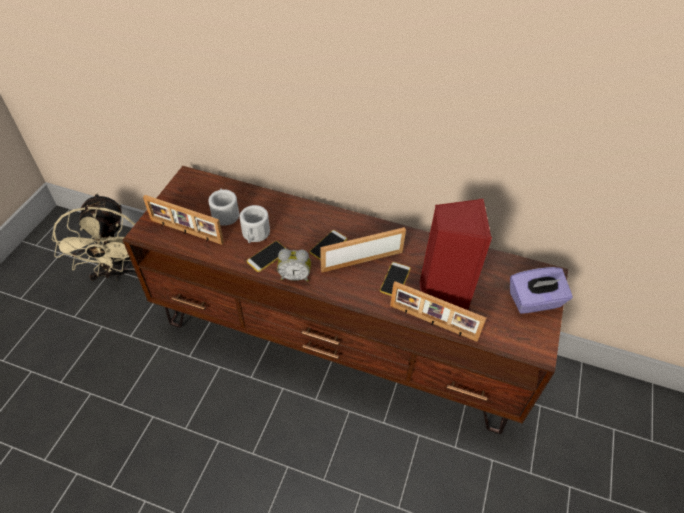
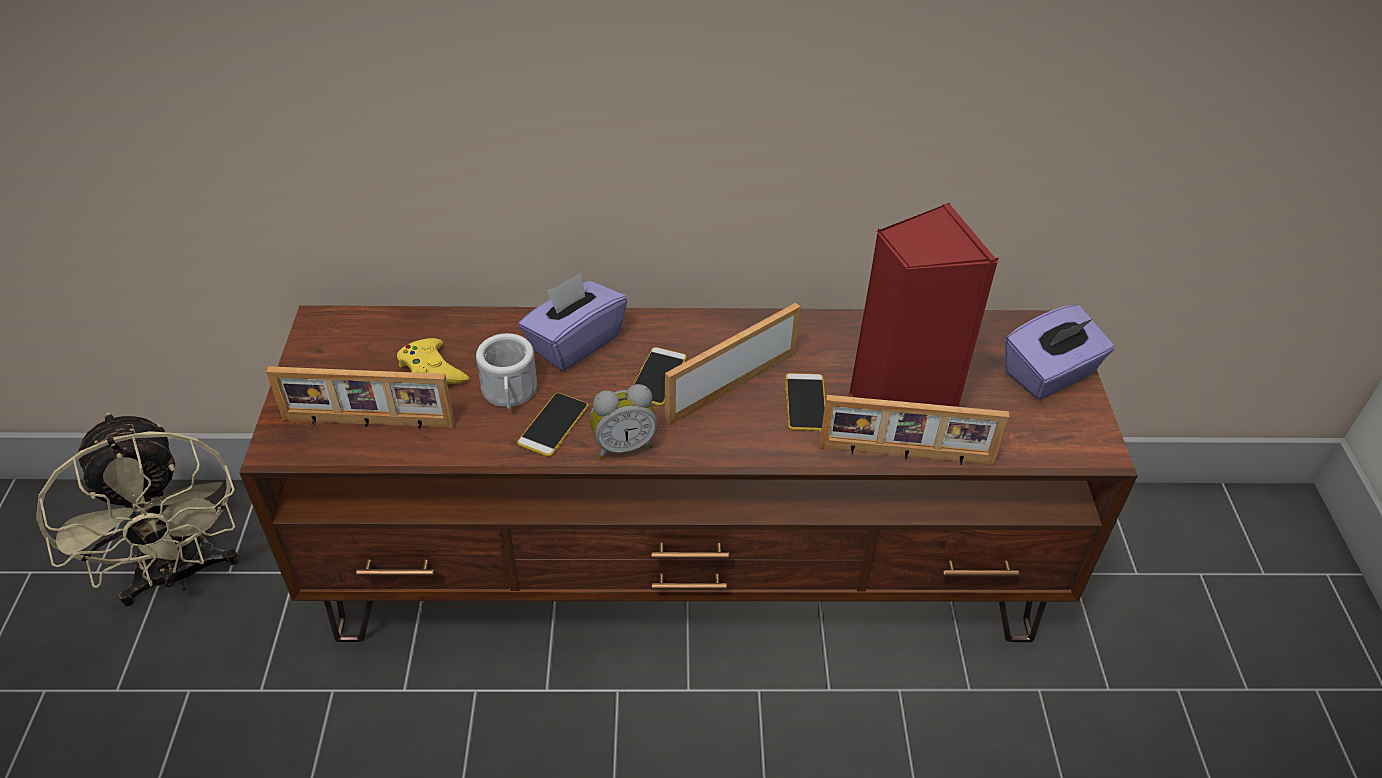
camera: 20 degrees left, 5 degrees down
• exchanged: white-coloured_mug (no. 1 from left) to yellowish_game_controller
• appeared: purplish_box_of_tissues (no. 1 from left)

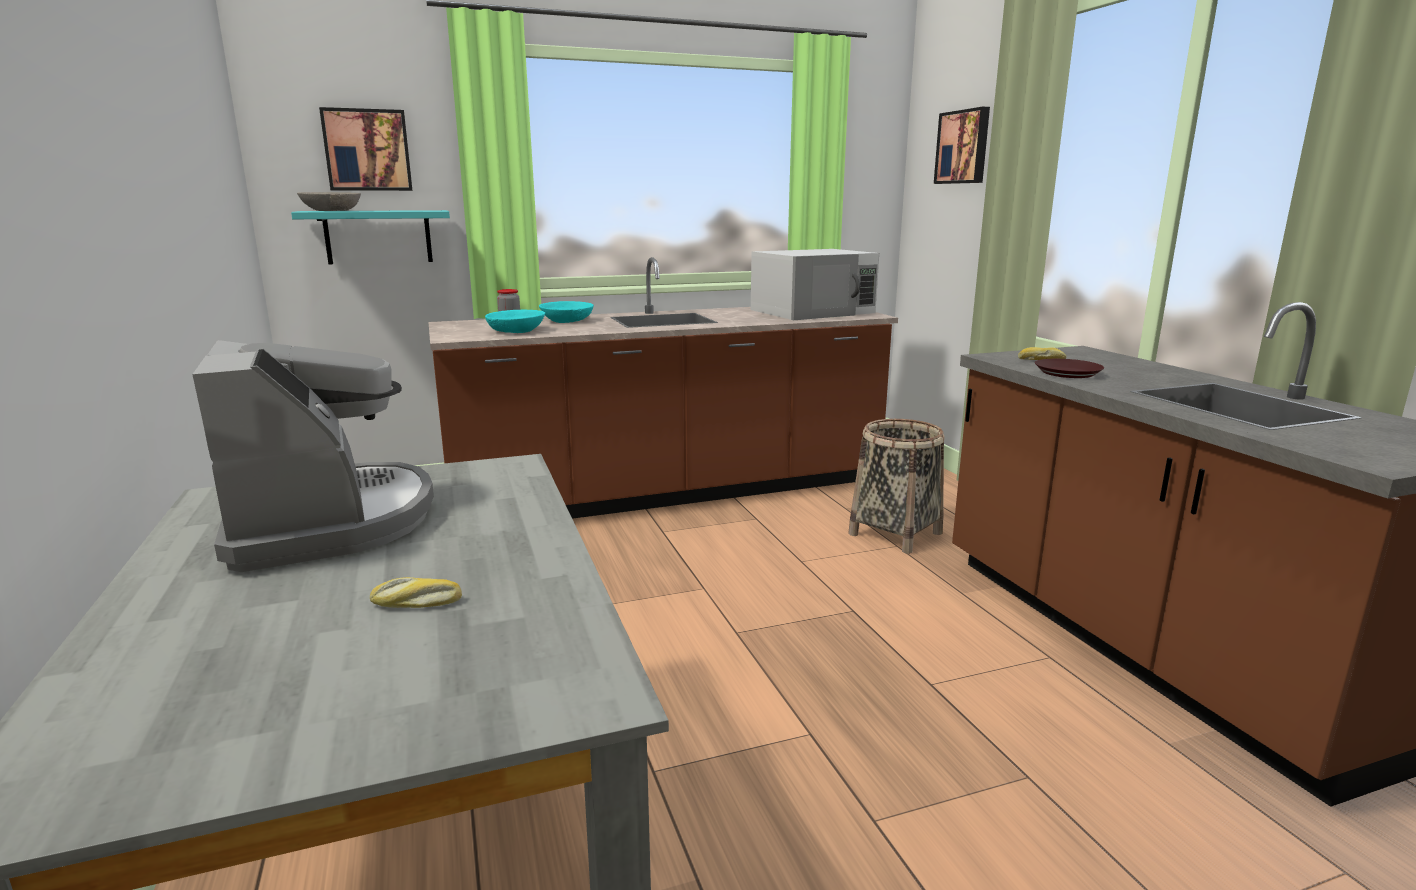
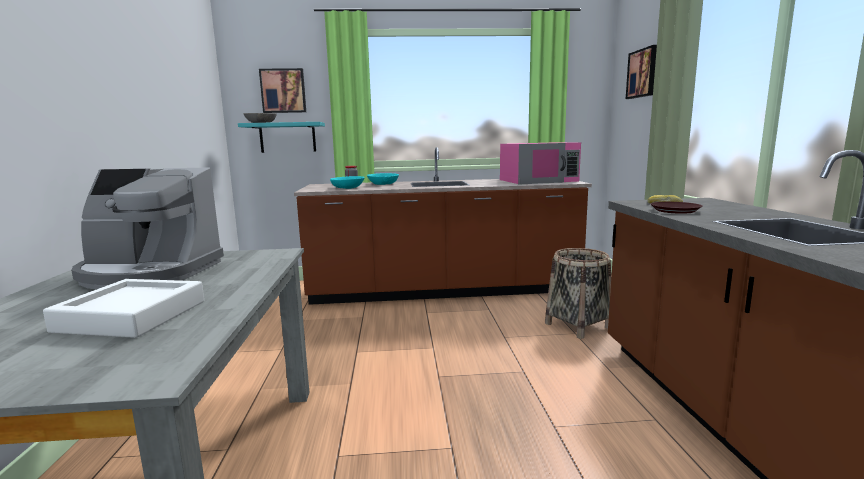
camera: 15 degrees right, 5 degrees down
• spun: coffee_brewer 105 degrees clockwise
• exchanged: baked_bread (no. 1 from left) to white-coloured_tray
• colour: white-coloured_microwave to pink_microwave

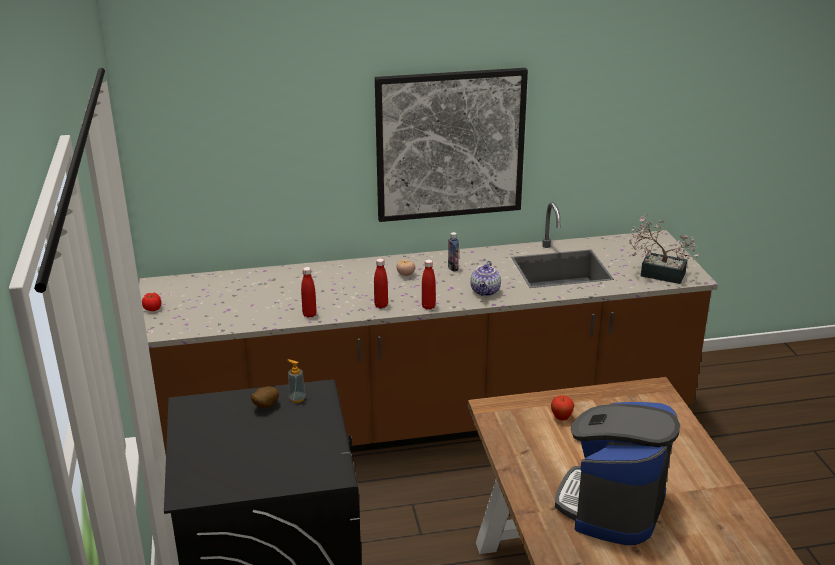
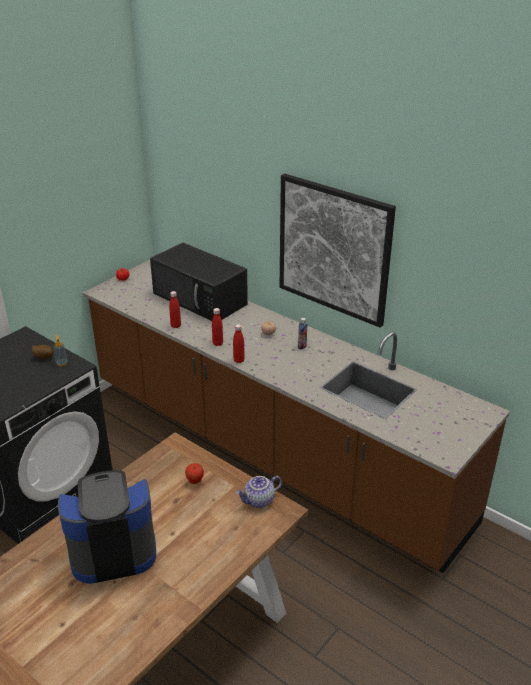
camera: 50 degrees right, 5 degrees up
• relocated: tea_pot
• missing: plant_in_a_pot
• appeared: black-coloured_microwave

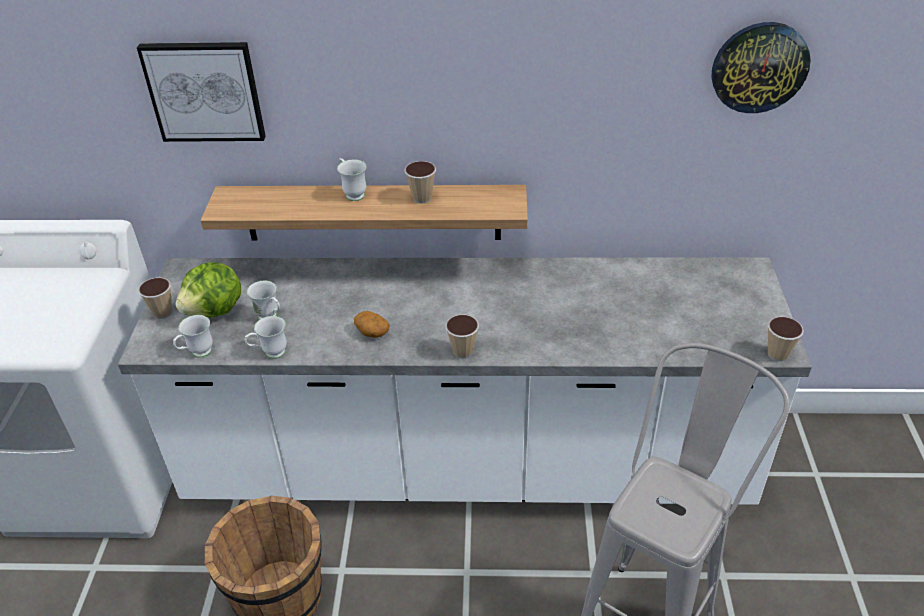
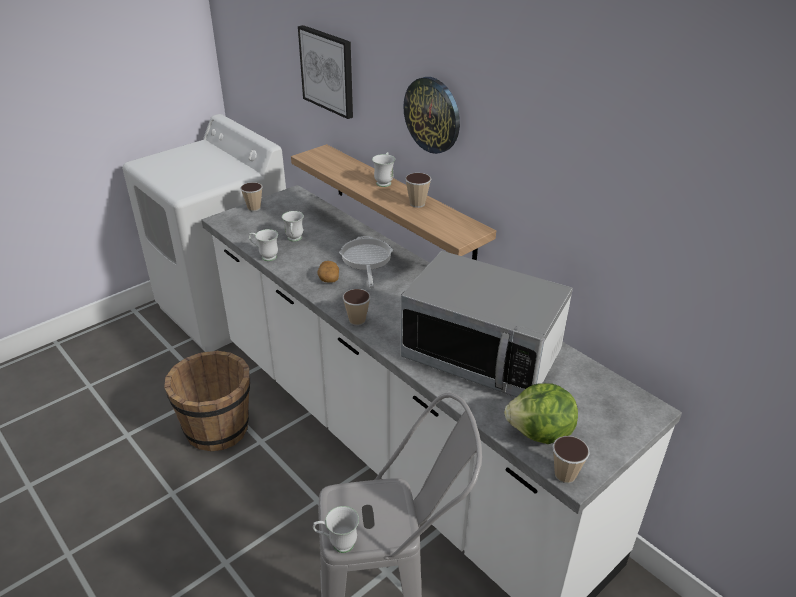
camera: 45 degrees right, 5 degrees down
• relocated: white-coloured_mug (no. 1 from left in the first image) to white-coloured_mug (no. 3 from left)
• relocated: lettuce_head
• relocated: clock_on_the_wall
• appeared: frying_pan
• appeared: microwave

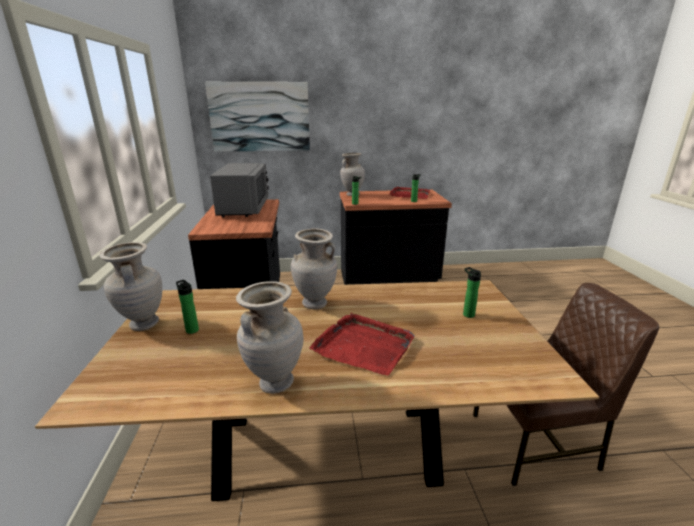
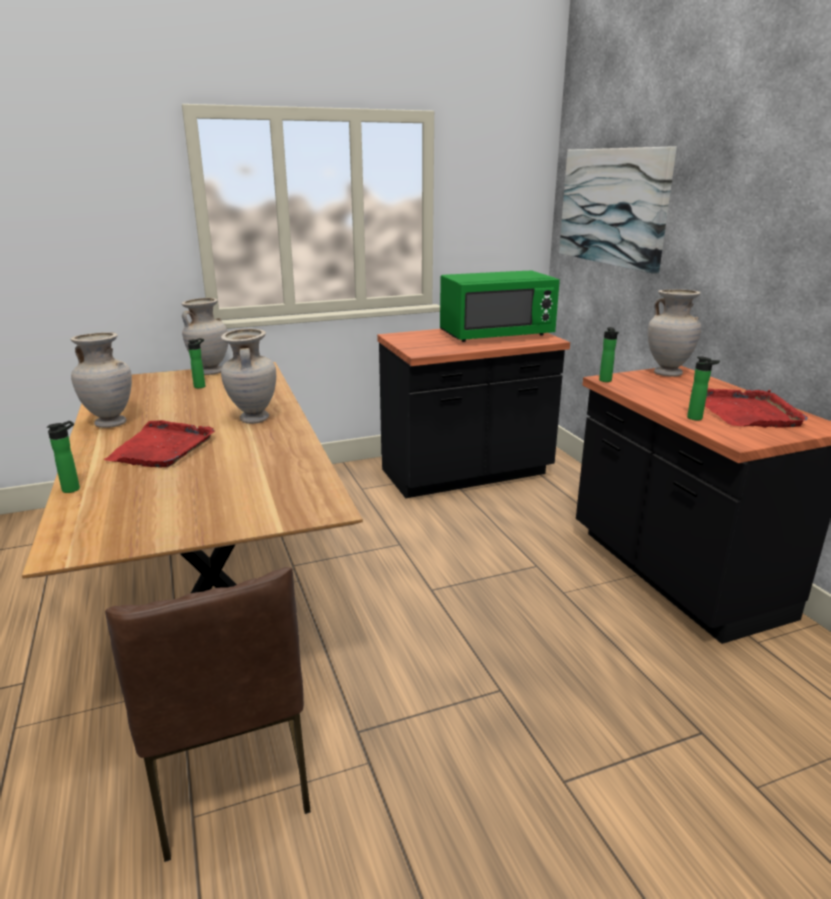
camera: 75 degrees right, 0 degrees up
• colour: greyish_microwave to greenish_microwave
• relocated: bottle (no. 4 from left in the first image) to bottle (no. 1 from left)

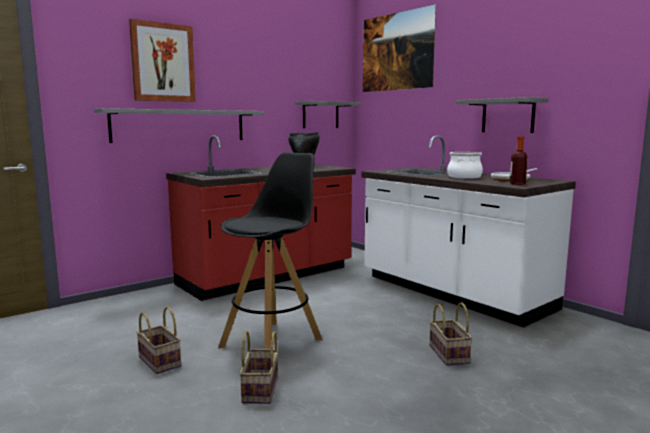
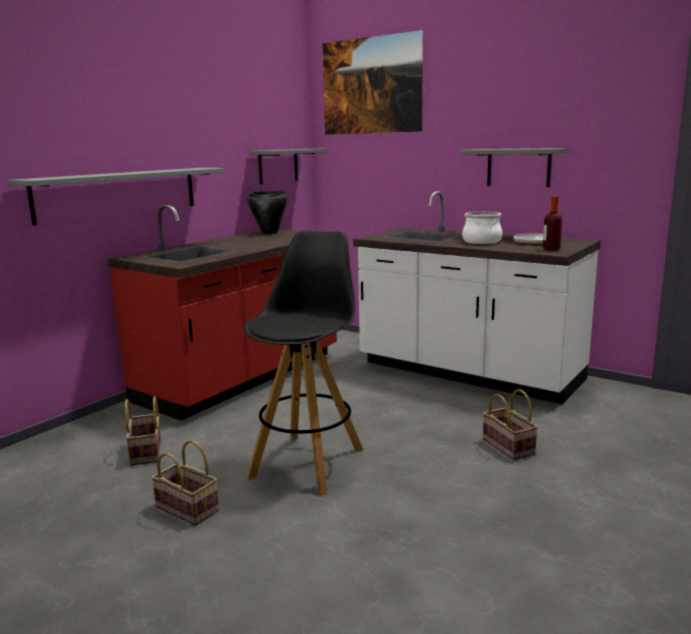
camera: 15 degrees left, 5 degrees up
• missing: wall_picture (no. 1 from left)
• relocated: storage_basket (no. 2 from left in the first image) to storage_basket (no. 1 from left)

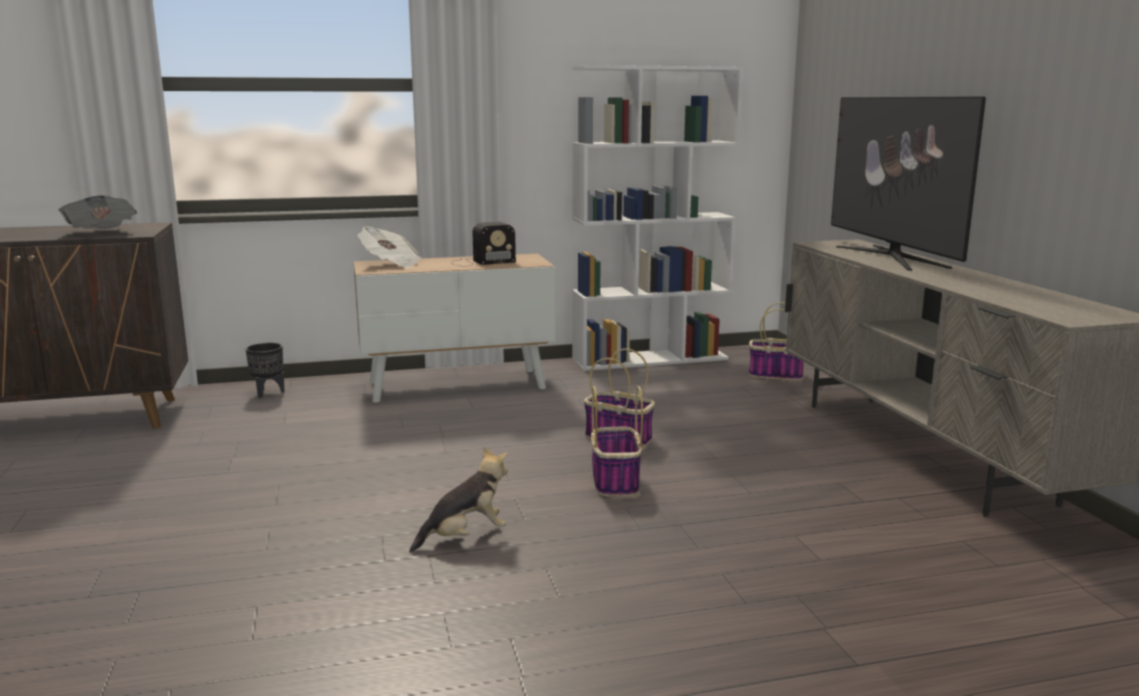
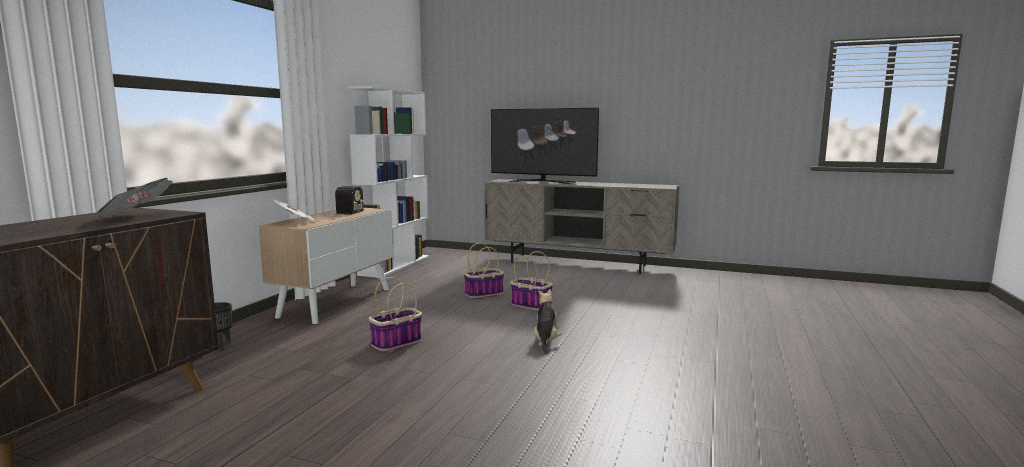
camera: 55 degrees left, 5 degrees down
• relocated: storage_basket (no. 3 from left in the first image) to storage_basket (no. 1 from left)

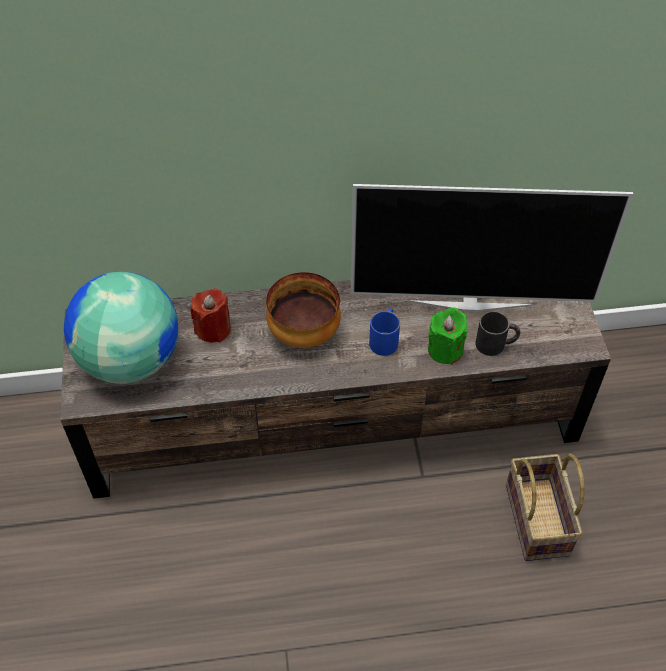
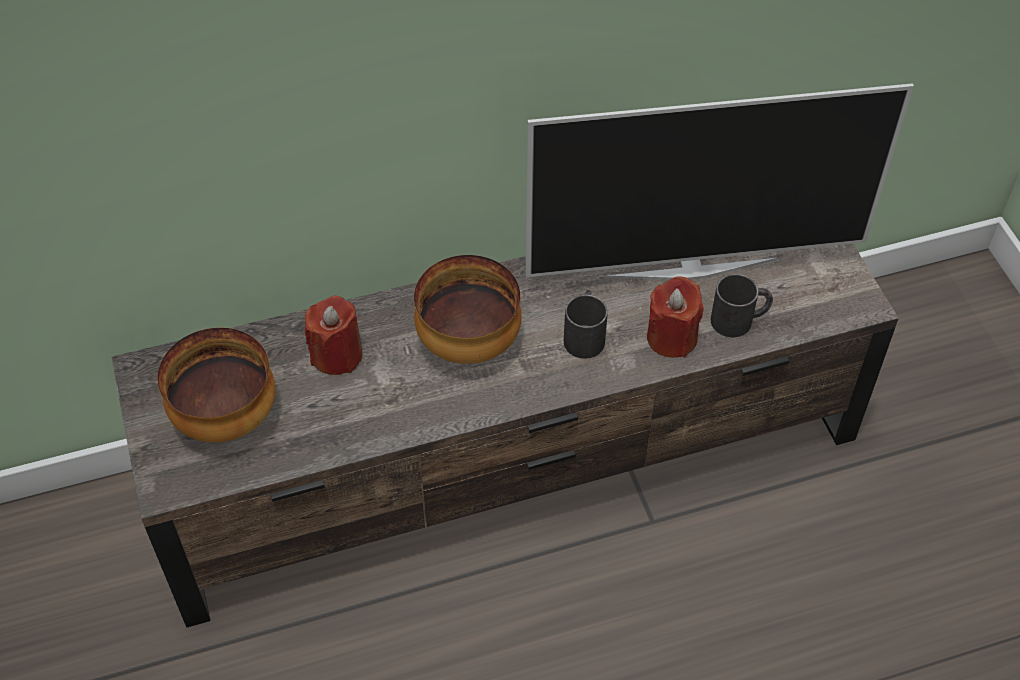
camera: 10 degrees left, 0 degrees up
• exchanged: globe to serving_bowl (no. 1 from left)
• colour: blue-coloured_mug to black-coloured_mug (no. 1 from left)
• colour: greenish_candle to reddish_candle (no. 2 from left)
• missing: storage_basket

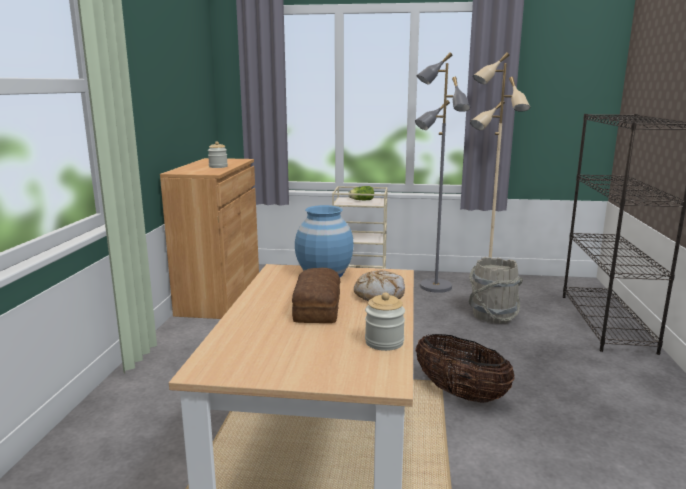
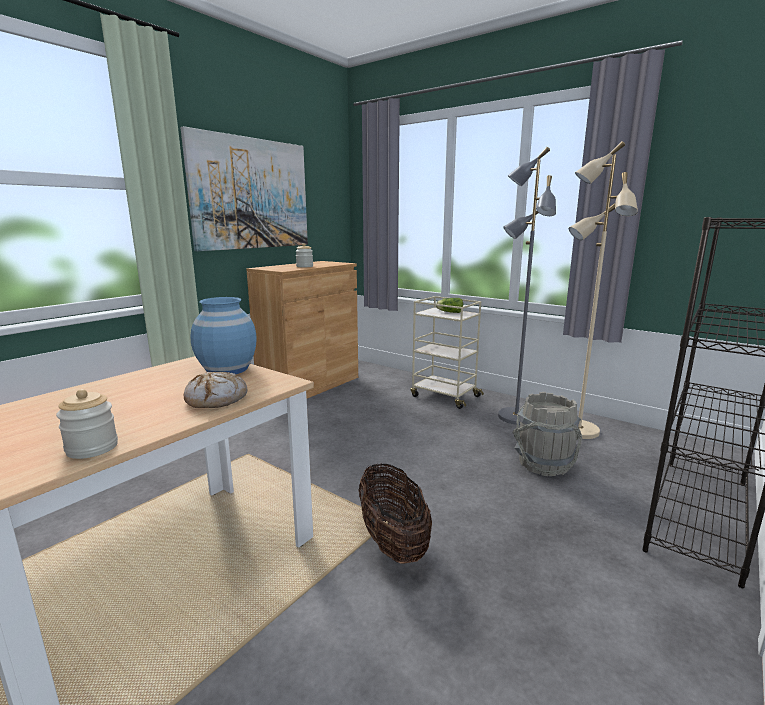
camera: 30 degrees right, 0 degrees up
• missing: baked_bread (no. 1 from left)
• appeared: wall_picture

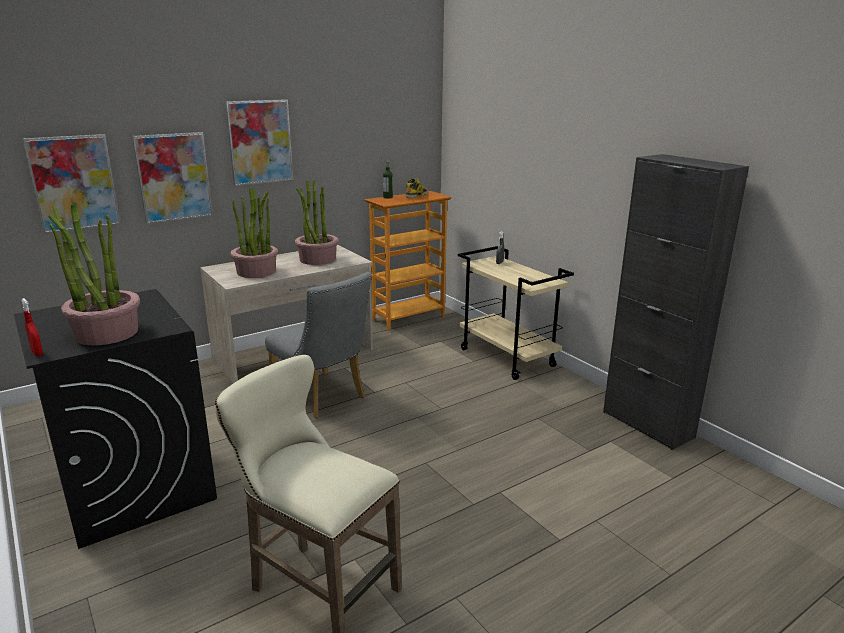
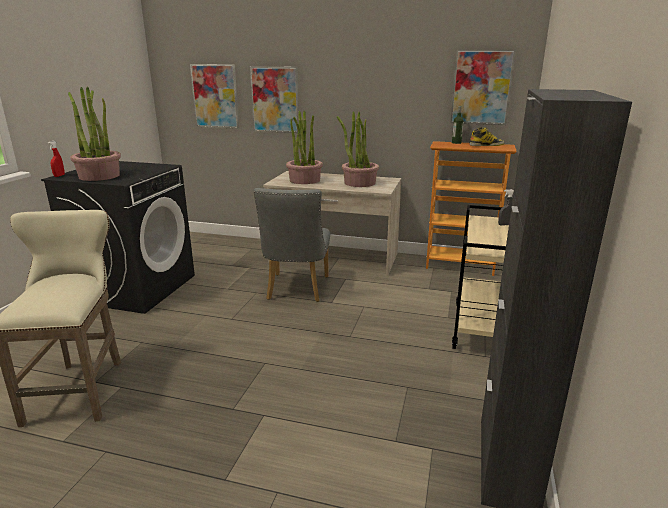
camera: 50 degrees right, 0 degrees up
• relocated: wall_picture (no. 3 from left)

